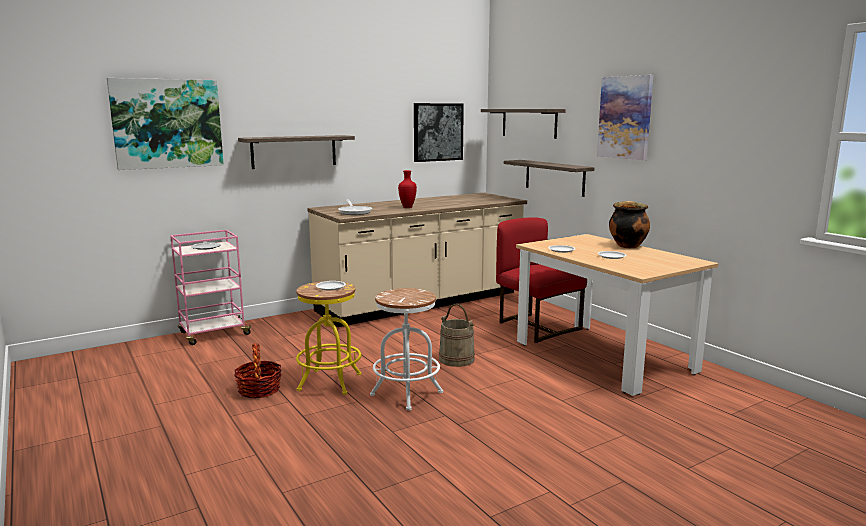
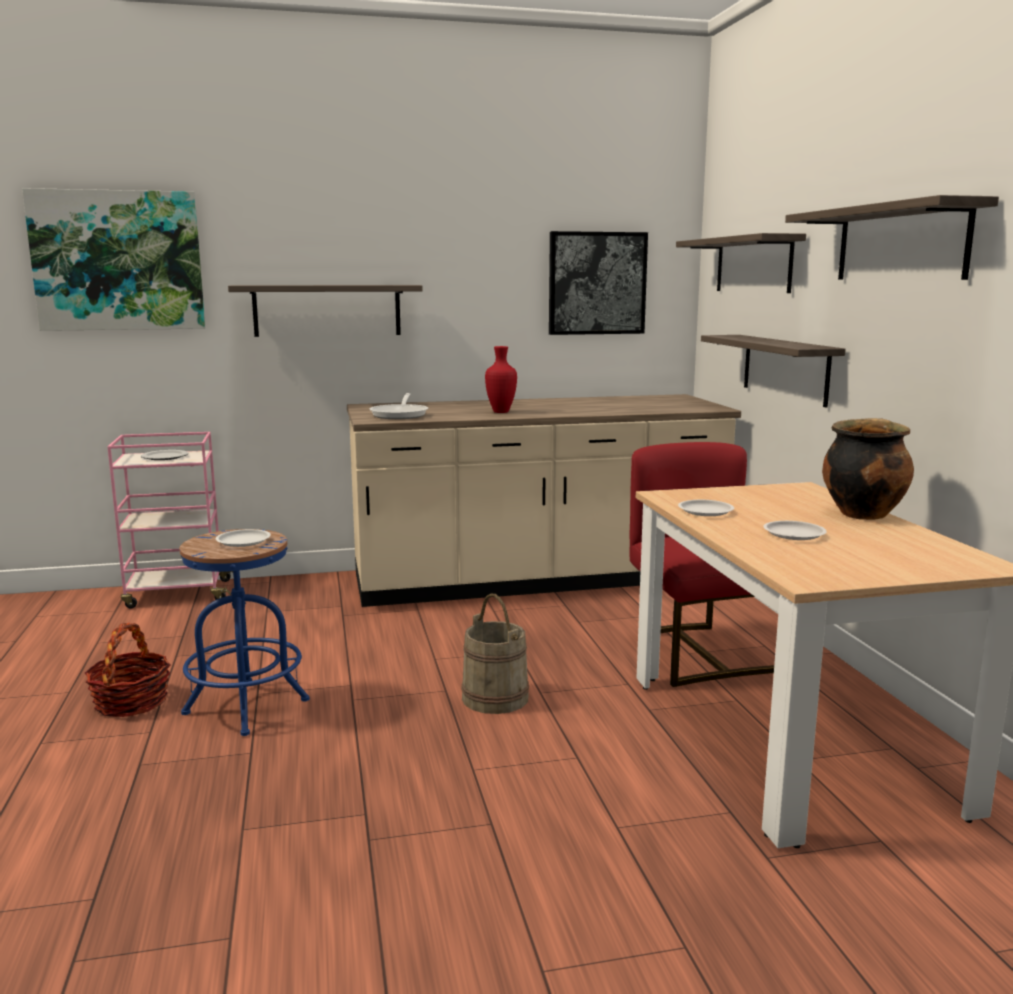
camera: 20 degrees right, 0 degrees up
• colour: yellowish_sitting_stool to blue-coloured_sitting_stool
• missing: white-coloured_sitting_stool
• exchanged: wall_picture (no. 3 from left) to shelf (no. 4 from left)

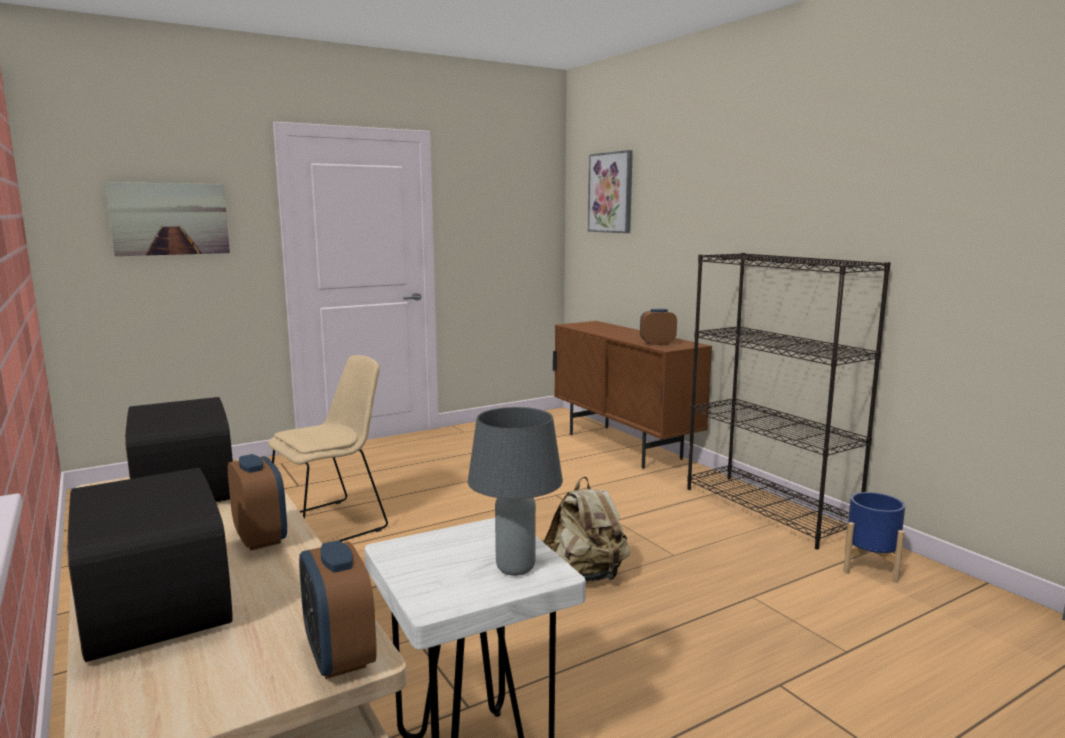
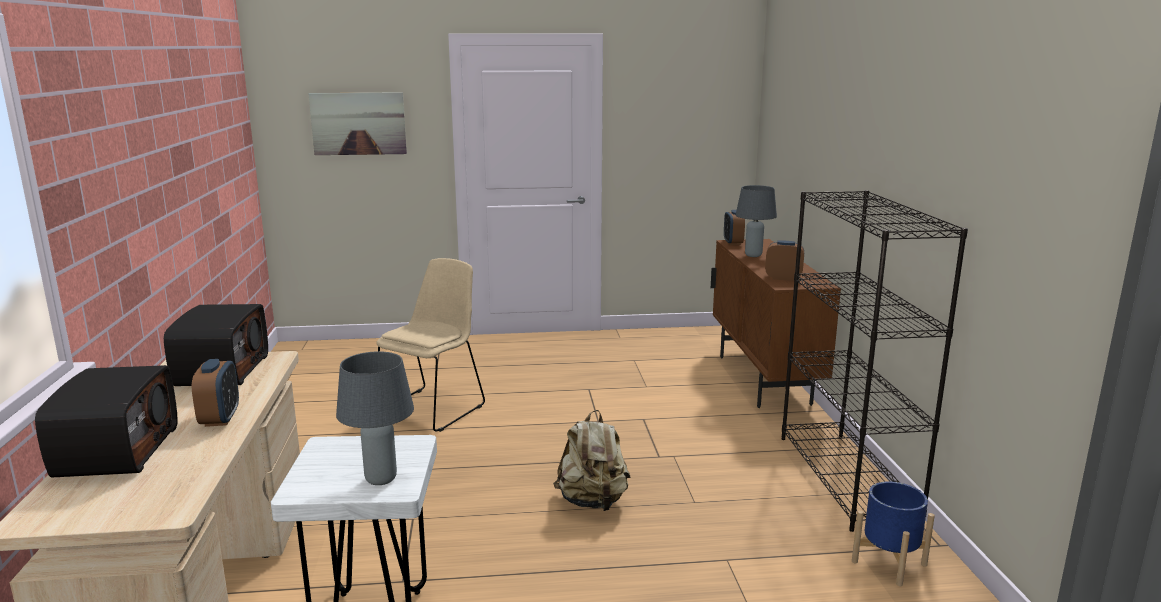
camera: 25 degrees right, 5 degrees up
• spun: beige_plain_chair 45 degrees counterclockwise
• relocated: alarm_clock (no. 2 from left)
• missing: wall_picture (no. 2 from left)
• appeared: greyish_tabletop_lamp (no. 2 from left)

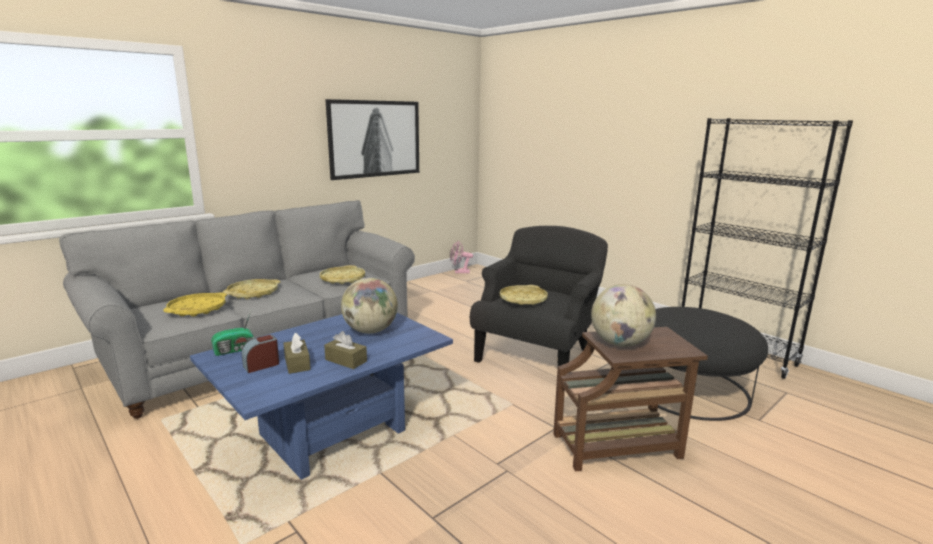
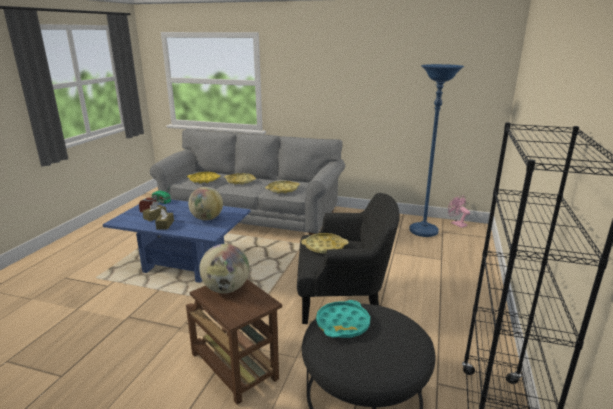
camera: 60 degrees right, 5 degrees up
• missing: wall_picture
• appeared: turquoise_tray
• appeared: blue-coloured_standing_lamp

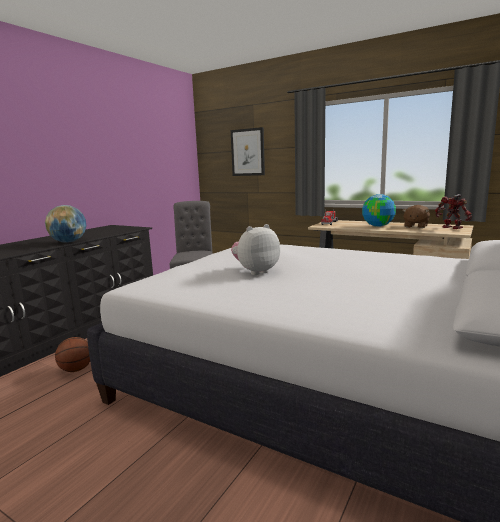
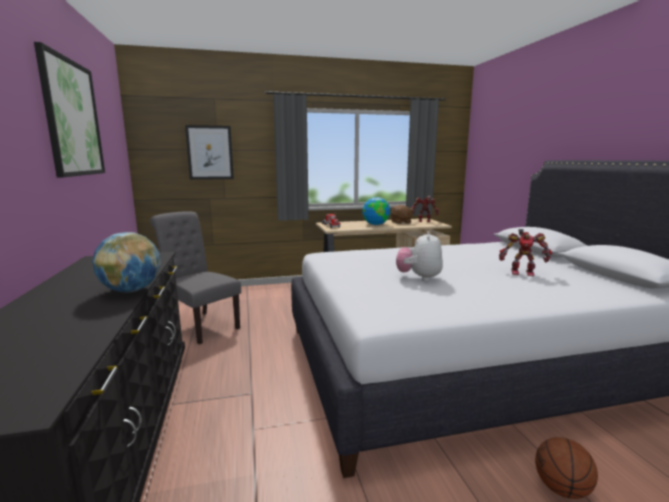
camera: 45 degrees left, 0 degrees up
• relocated: basketball_ball
• appeared: wall_picture (no. 1 from left)
• appeared: robot_figure (no. 2 from left)

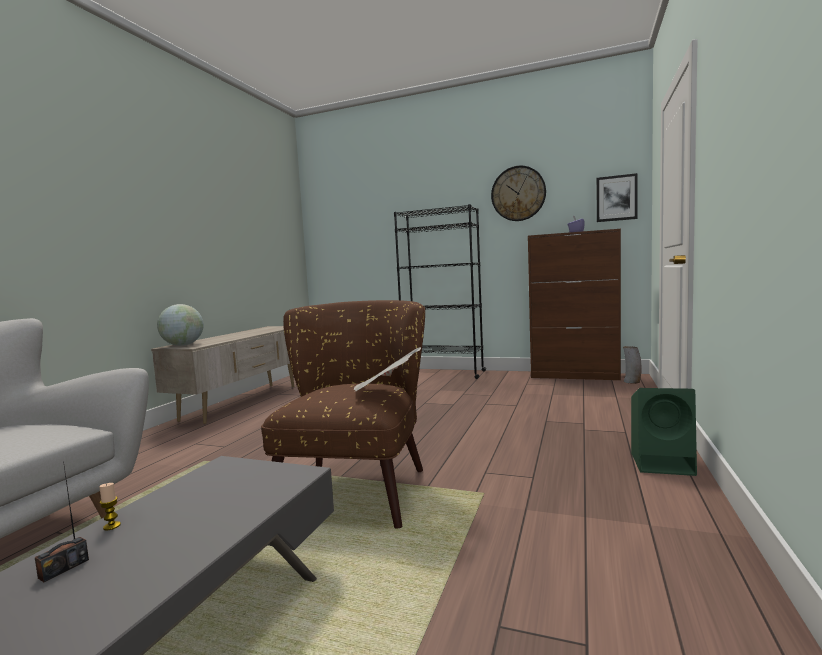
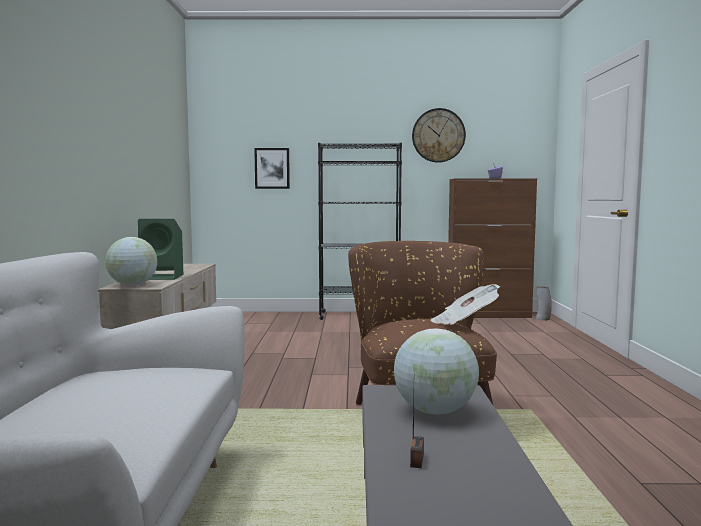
camera: 20 degrees left, 0 degrees up
• missing: candle
• relocated: wall_picture
• relocated: greenish_loudspeaker
• appeared: globe (no. 2 from left)

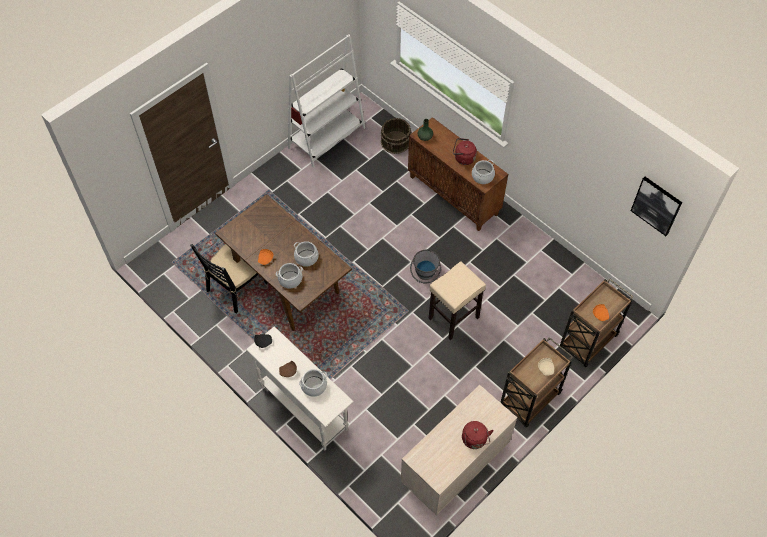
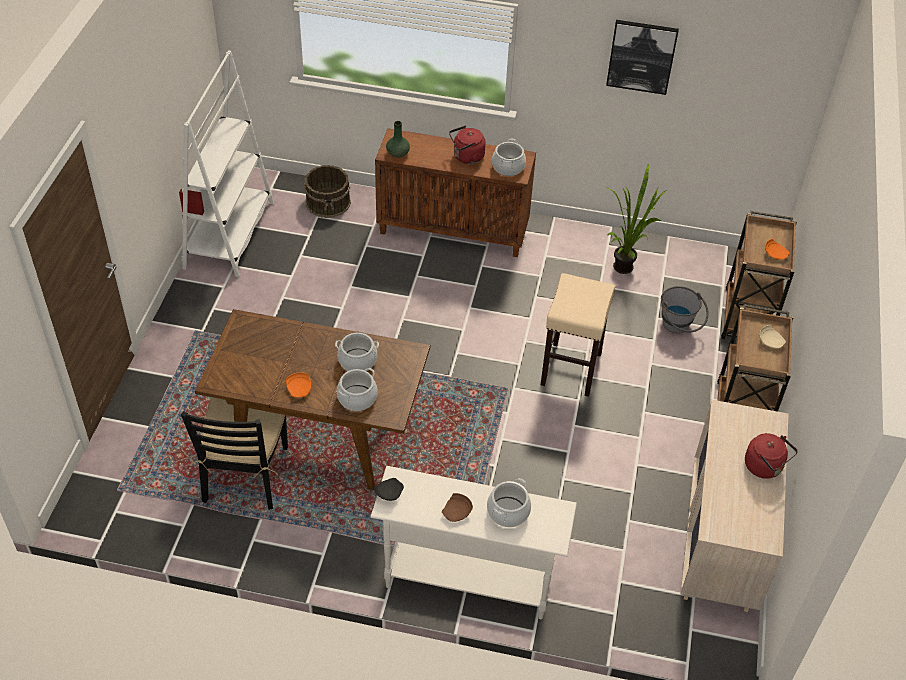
camera: 35 degrees left, 10 degrees down
• relocated: greyish_bucket
• relocated: wall_picture
• appeared: plant_in_a_pot

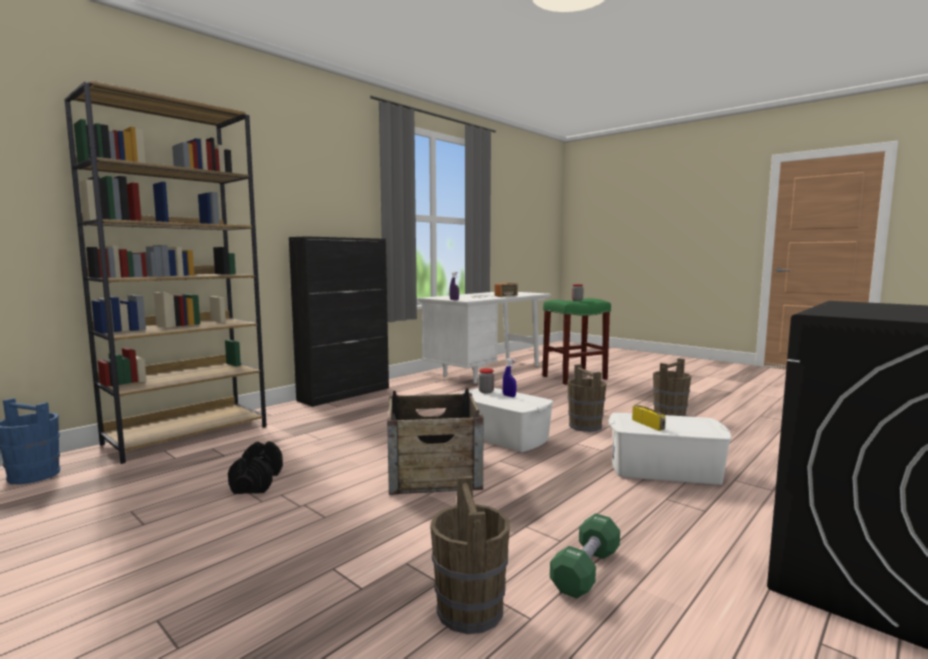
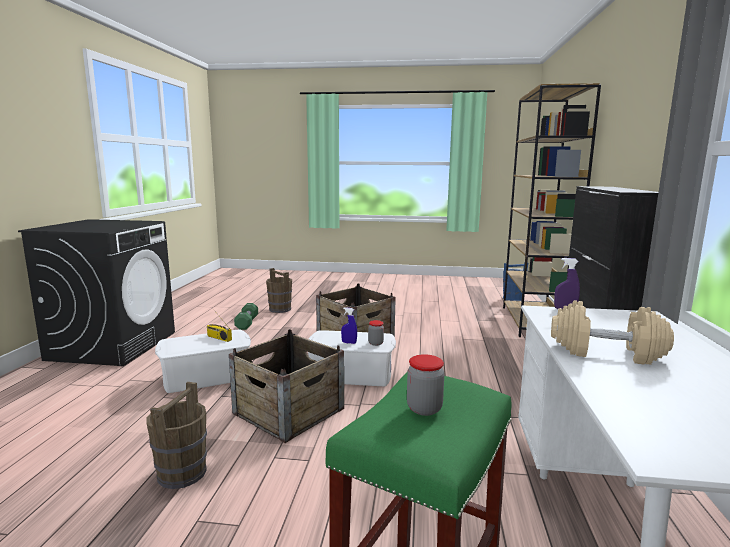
camera: 145 degrees right, 5 degrees up
• missing: black-coloured_free_weight
• exchanged: radio_receiver (no. 1 from left) to beige_free_weight
• exchanged: brownish_bucket (no. 2 from left) to shipping_crate (no. 1 from left)

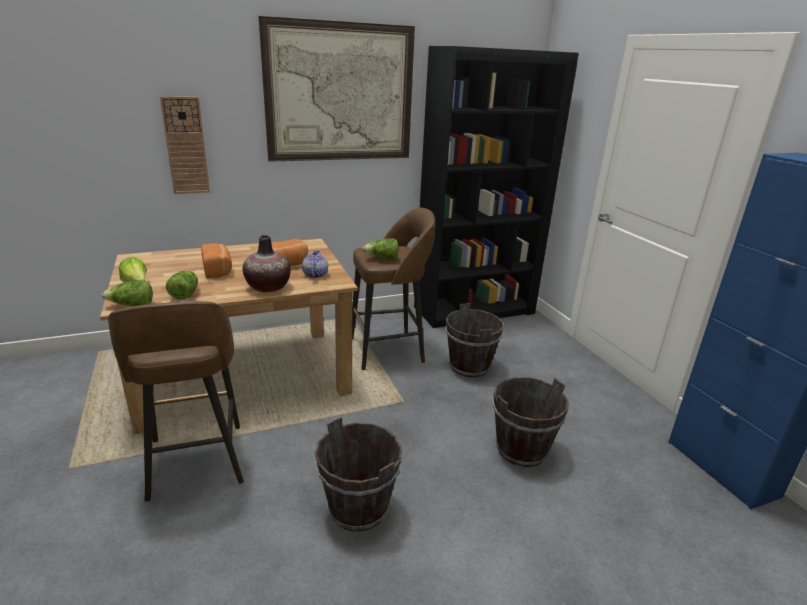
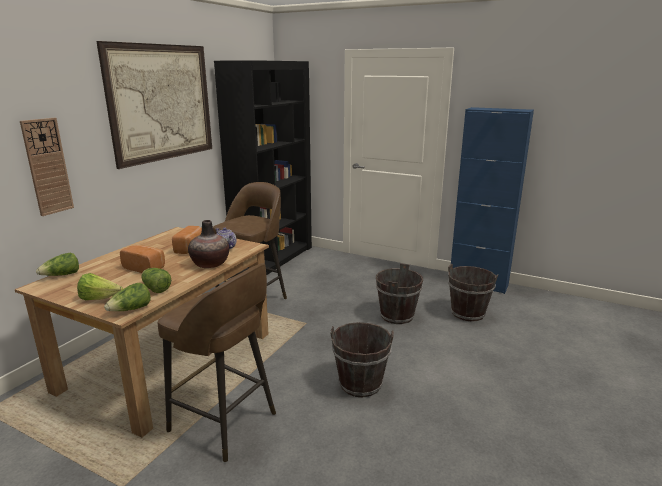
camera: 40 degrees left, 5 degrees down
• relocated: lettuce_head (no. 4 from left in the first image) to lettuce_head (no. 1 from left)
• relocated: brownish_bucket (no. 2 from left in the first image) to brownish_bucket (no. 3 from left)

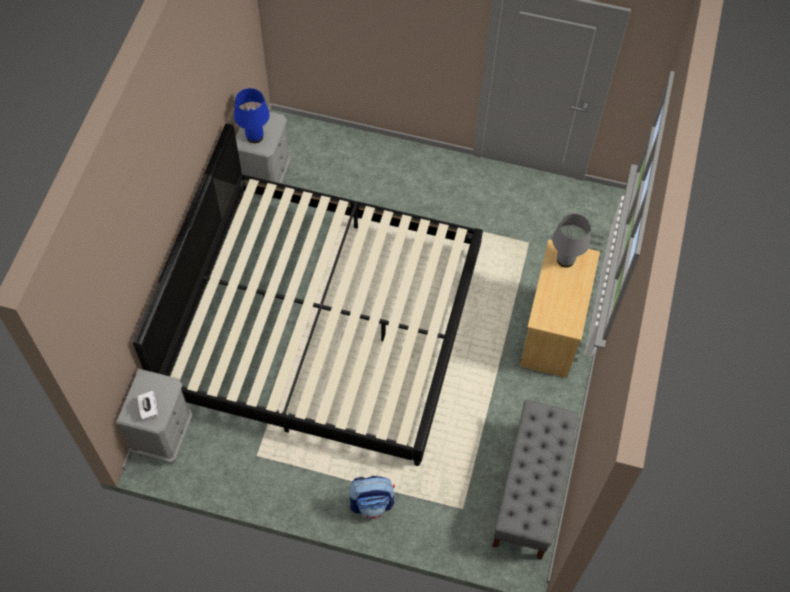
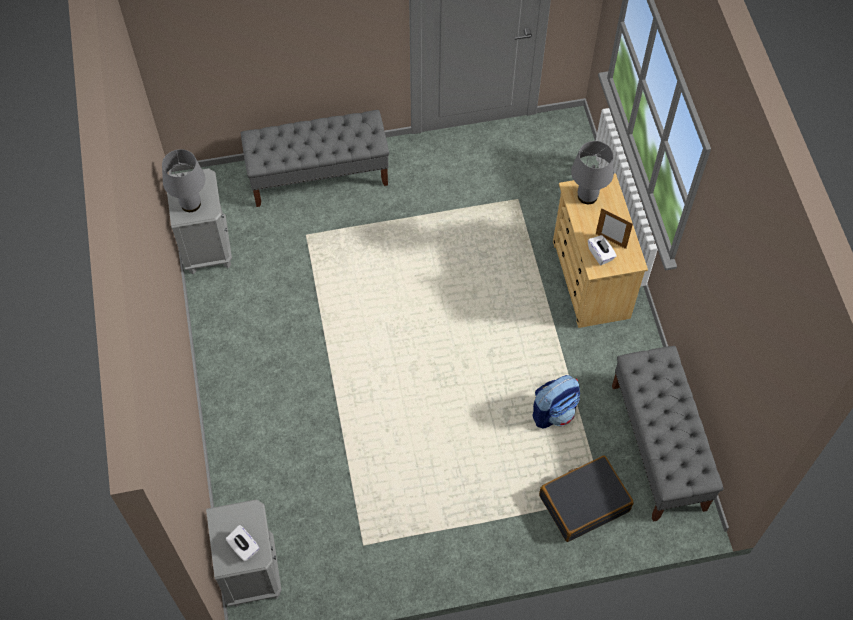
camera: 25 degrees left, 0 degrees up
• missing: bed
• colour: blue-coloured_tabletop_lamp to greyish_tabletop_lamp (no. 1 from left)
• relocated: knapsack
• appeared: greyish_indoor_bench (no. 1 from left)
• appeared: black-coloured_piece_of_luggage
• appeared: white-coloured_box_of_tissues (no. 2 from left)
• appeared: standing_frame

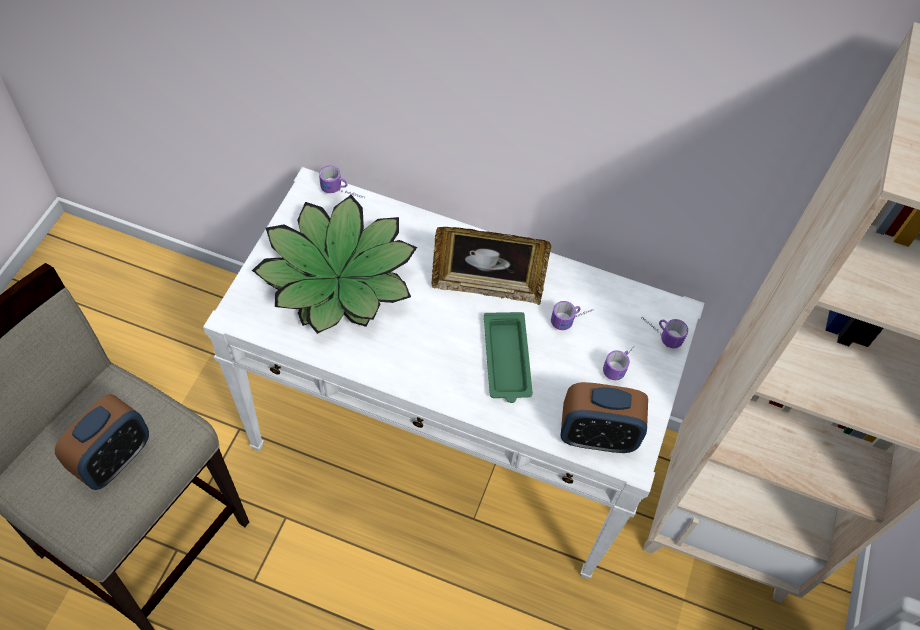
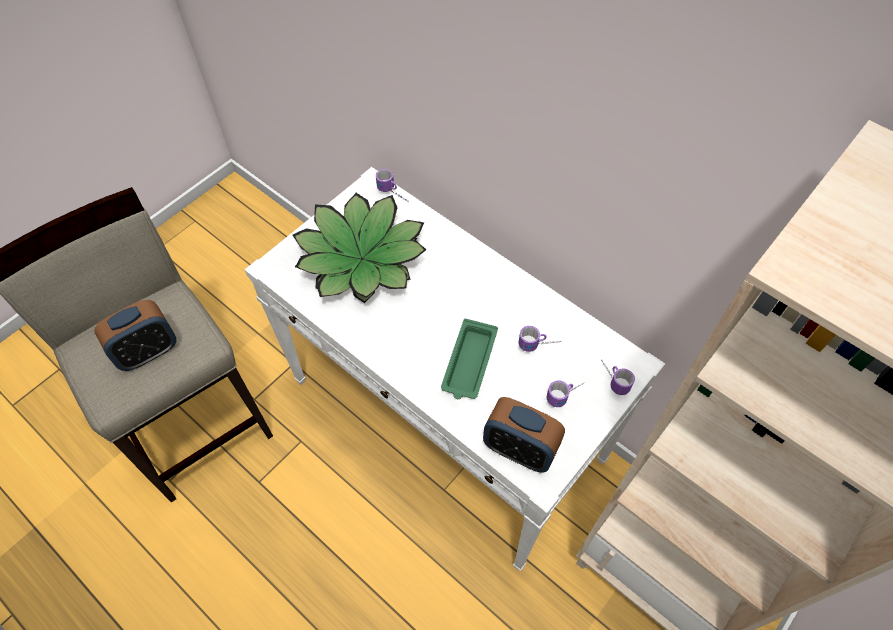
camera: 25 degrees right, 0 degrees up
• missing: standing_frame

